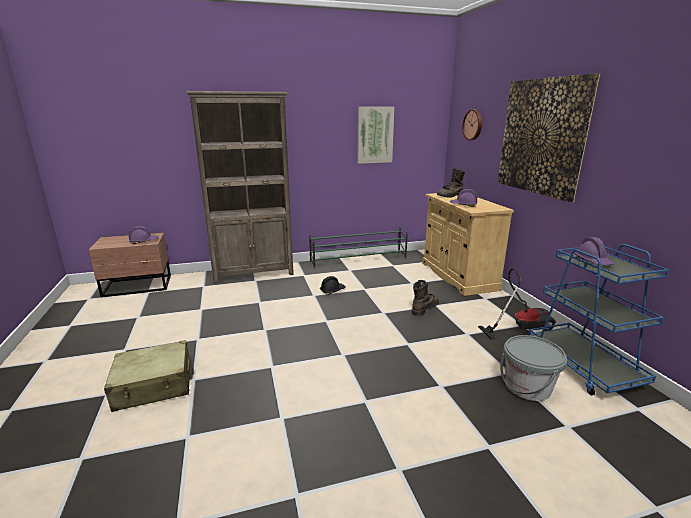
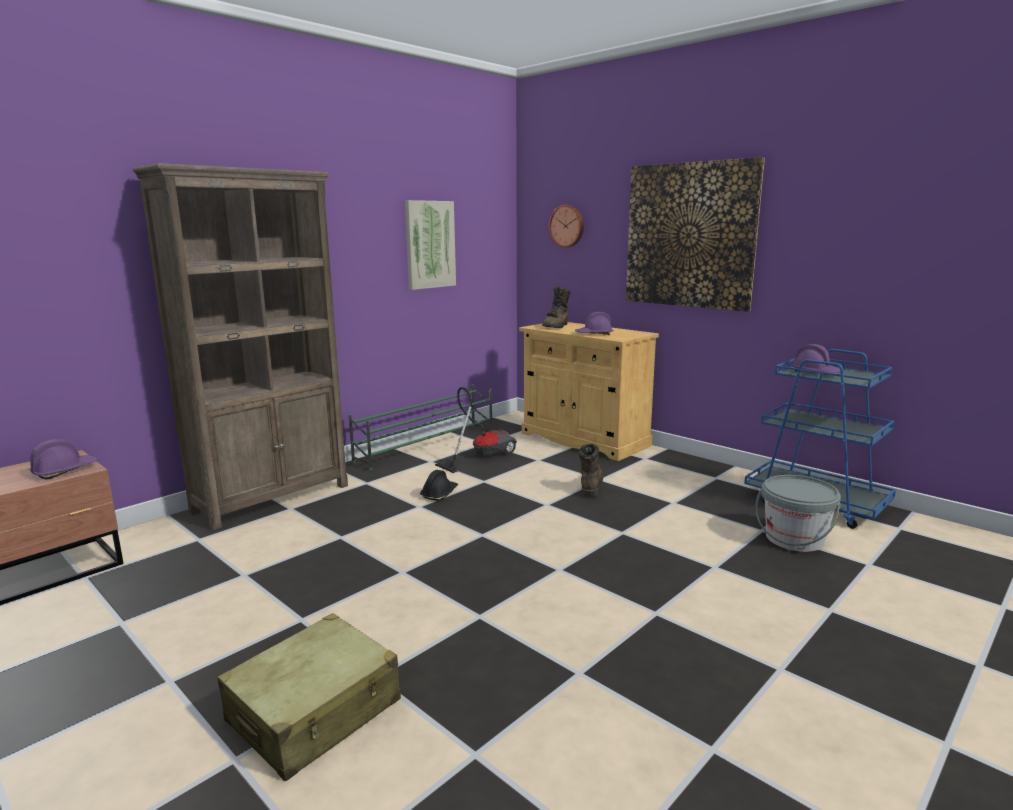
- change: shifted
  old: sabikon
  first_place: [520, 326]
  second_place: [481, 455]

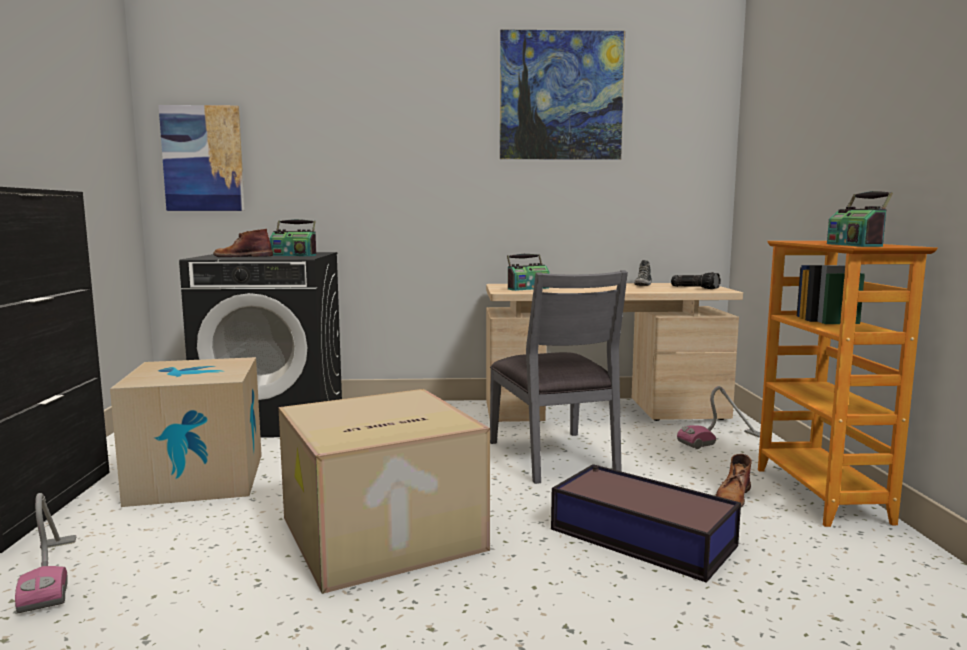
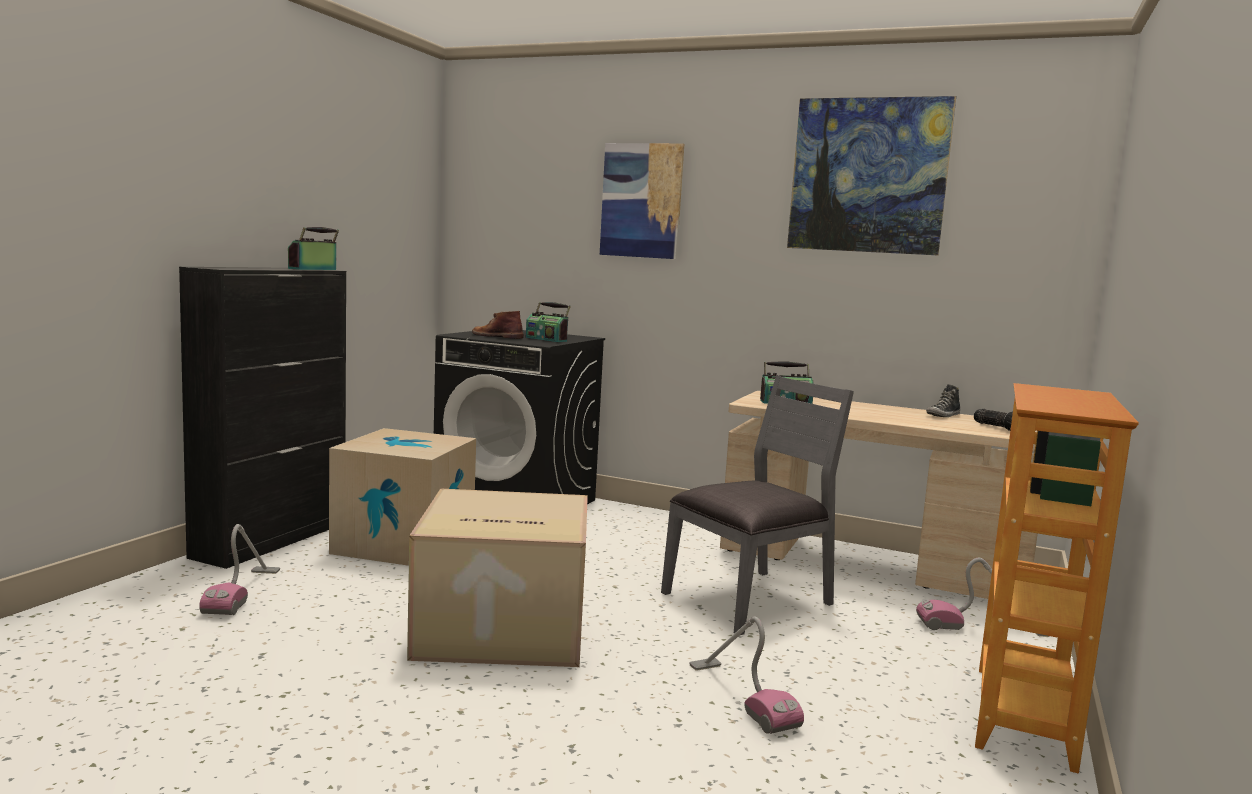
- change: shifted
  old: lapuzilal
  first_place: [855, 245]
  second_place: [313, 269]
- change: shifted
  old: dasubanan
  first_place: [203, 159]
  second_place: [641, 201]
- change: rotated
  old: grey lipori
  first_place: [554, 456]
  second_place: [750, 599]
  degrees: -135
- change: swapped
  old: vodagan
  new: sabikon
  first_place: [640, 536]
  second_place: [741, 696]
- change: gone
  old: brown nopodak
  first_place: [733, 497]

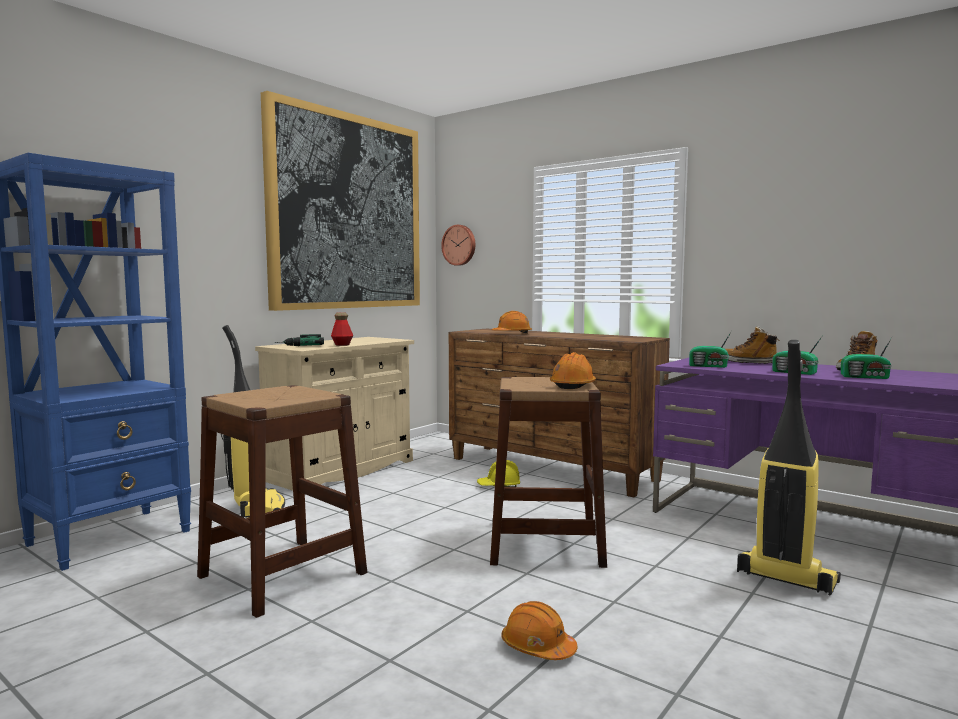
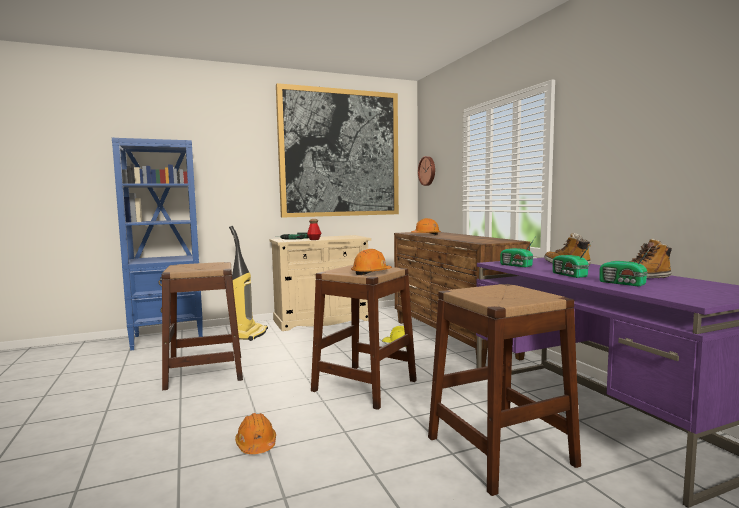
- change: swapped
  old: sabikon
  new: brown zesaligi
  first_place: [785, 578]
  second_place: [499, 450]

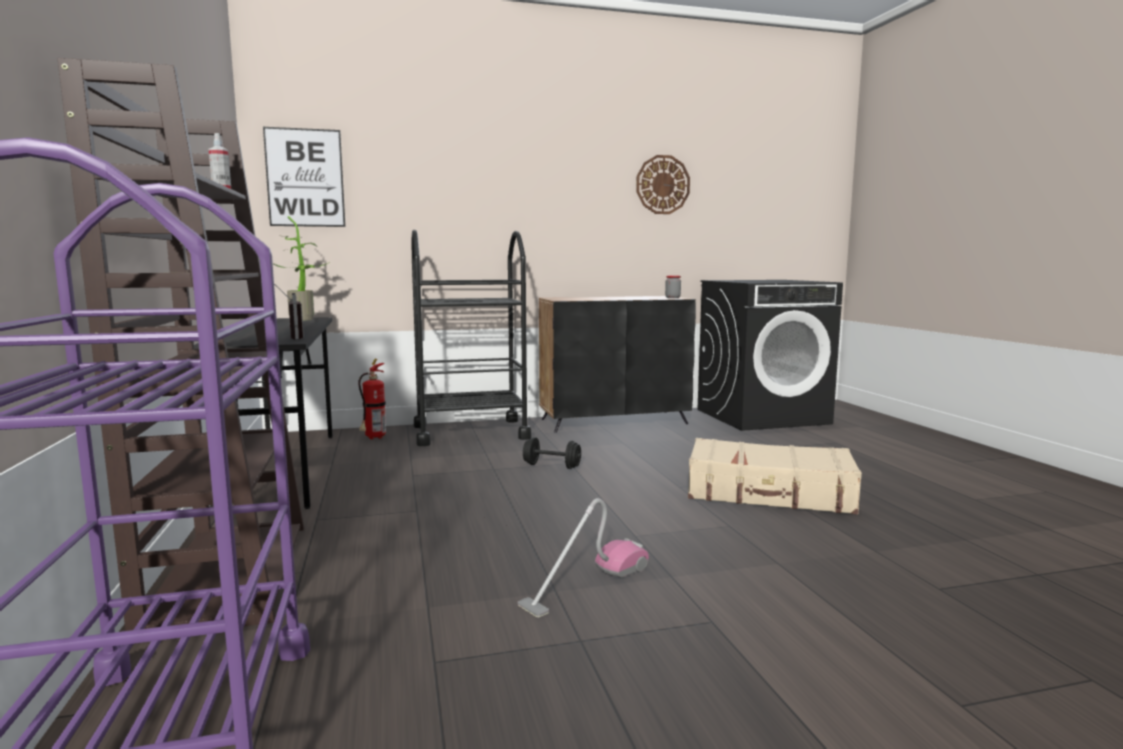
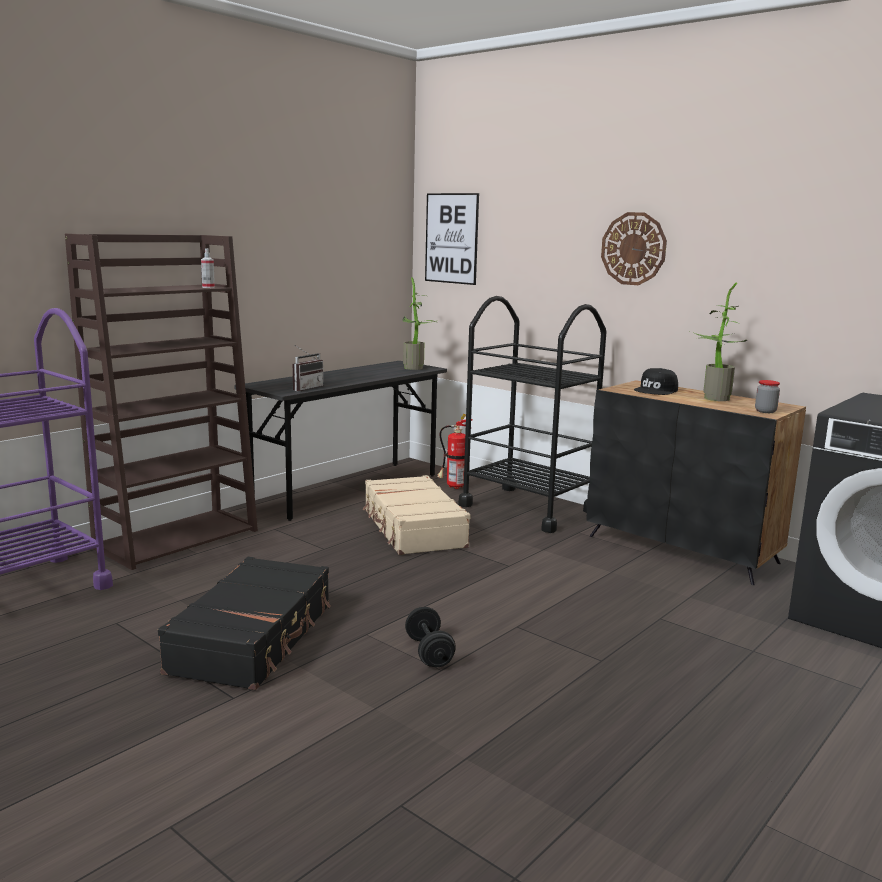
- change: swapped
  old: sabikon
  new: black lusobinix
  first_place: [586, 585]
  second_place: [254, 638]
- change: shifted
  old: beige lusobinix
  first_place: [769, 493]
  second_place: [413, 529]
- change: shifted
  old: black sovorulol
  first_place: [552, 466]
  second_place: [429, 652]
- change: shifted
  old: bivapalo
  first_place: [662, 185]
  second_place: [633, 248]
- change: new
  new: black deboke
  second_place: [656, 390]
- change: new
  new: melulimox
  second_place: [712, 398]

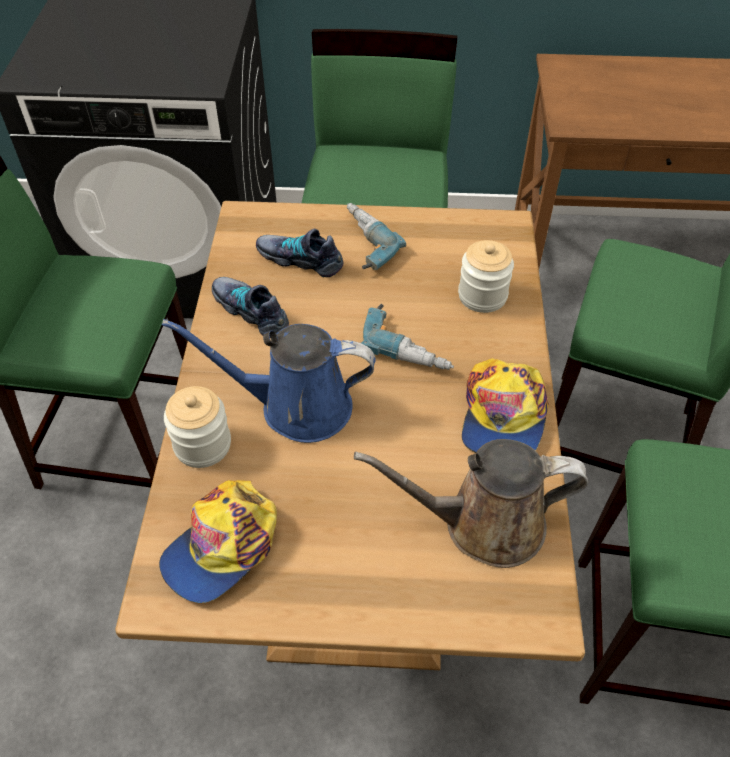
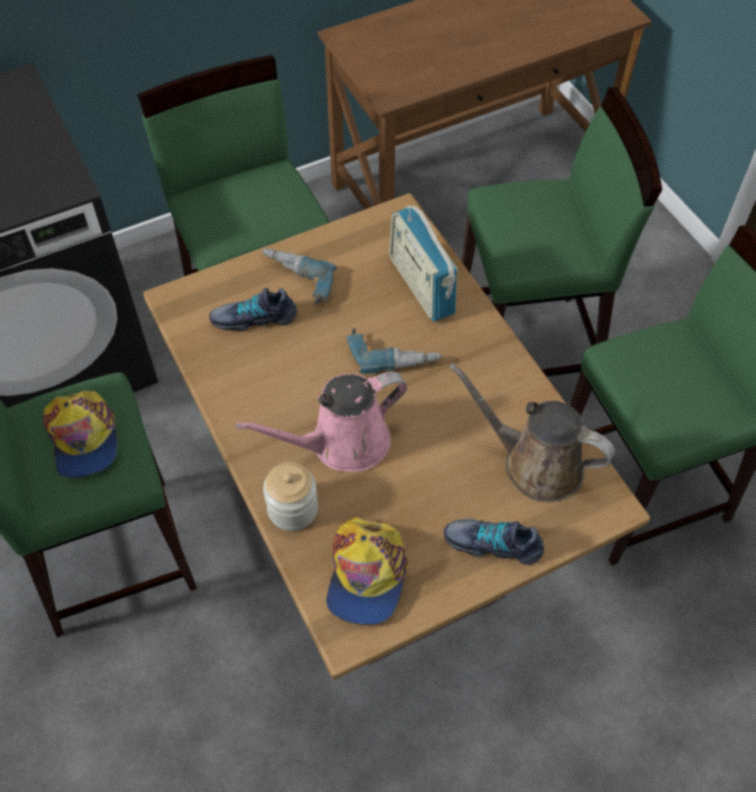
- change: shifted
  old: deboke
  first_place: [502, 416]
  second_place: [83, 438]
- change: repainted
  old: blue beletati
  new: pink beletati
  first_place: [296, 406]
  second_place: [342, 443]
- change: swapped
  old: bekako
  new: lapuzilal
  first_place: [482, 296]
  second_place: [421, 285]
- change: shifted
  old: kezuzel
  first_place: [251, 311]
  second_place: [493, 543]
- change: rotated
  old: brown beletati
  first_place: [483, 523]
  second_place: [535, 463]
  degrees: 60

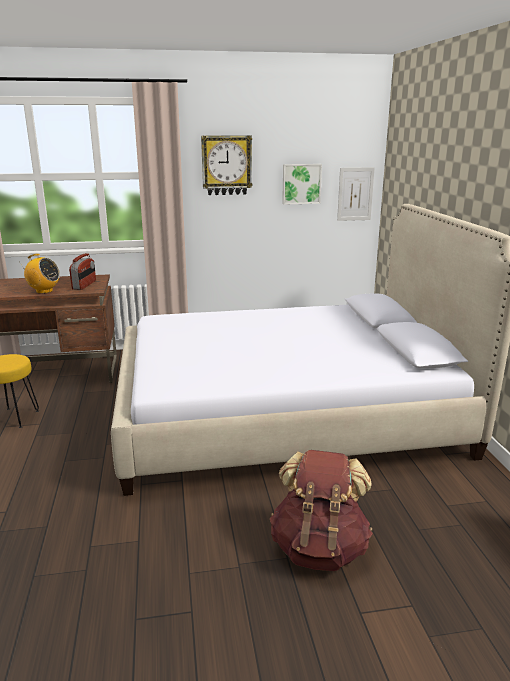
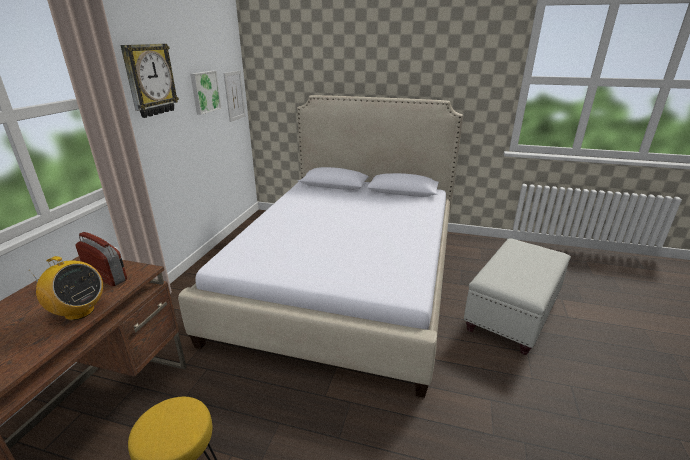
- change: rotated
  old: lapuzilal
  first_place: [44, 291]
  second_place: [79, 312]
  degrees: 75
- change: swapped
  old: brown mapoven
  new: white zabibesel
  first_place: [319, 548]
  second_place: [512, 313]

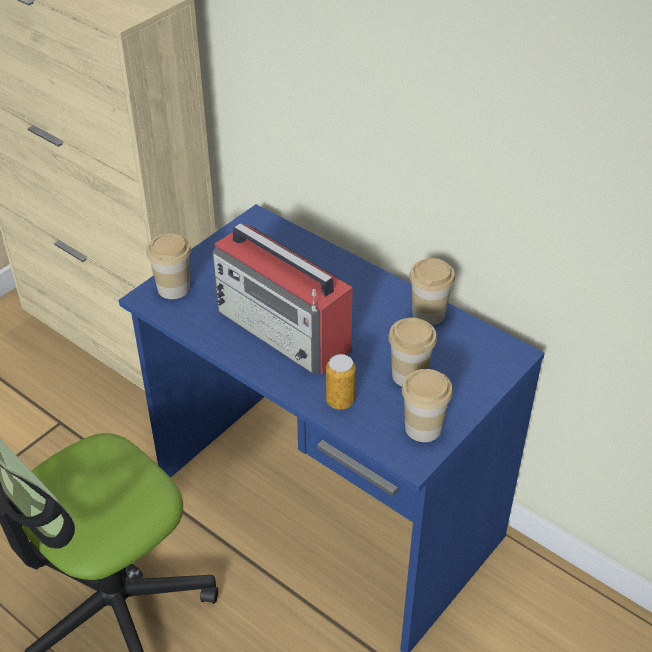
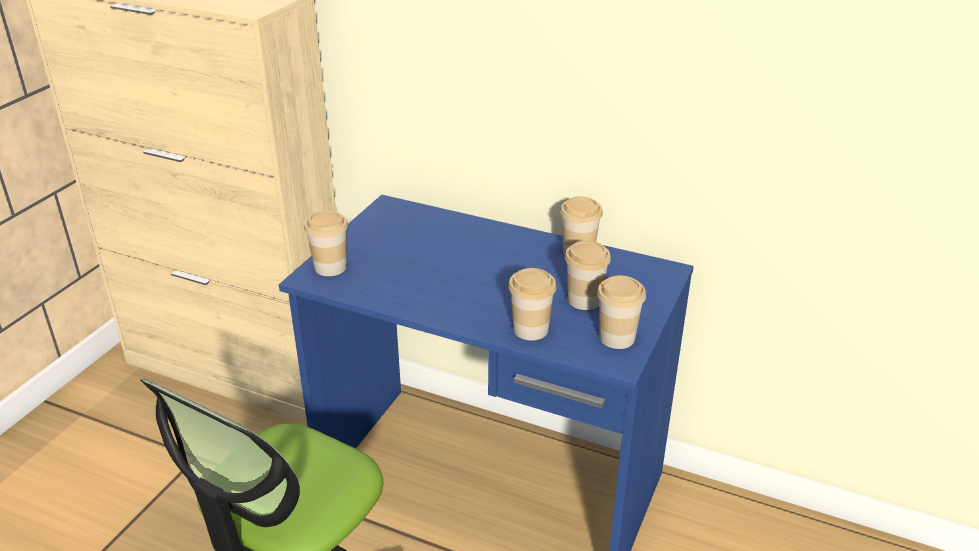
- change: swapped
  old: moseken
  new: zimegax
  first_place: [340, 401]
  second_place: [530, 329]
- change: gone
  old: lapuzilal
  first_place: [284, 330]

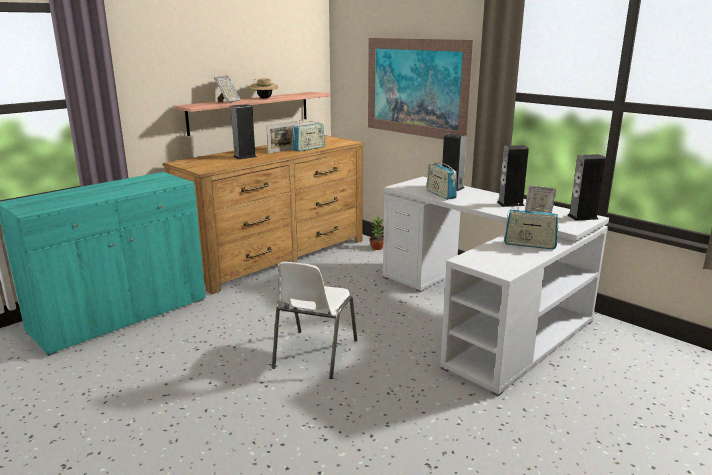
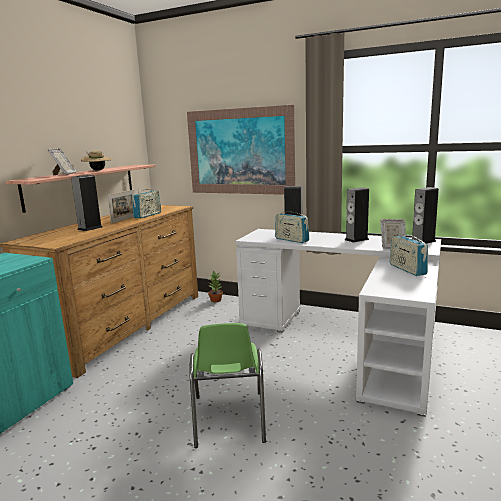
- change: repainted
  old: white lipori
  new: green lipori
  first_place: [314, 354]
  second_place: [228, 419]
- change: rotated
  old: lapuzilal
  first_place: [529, 245]
  second_place: [407, 269]
  degrees: 75

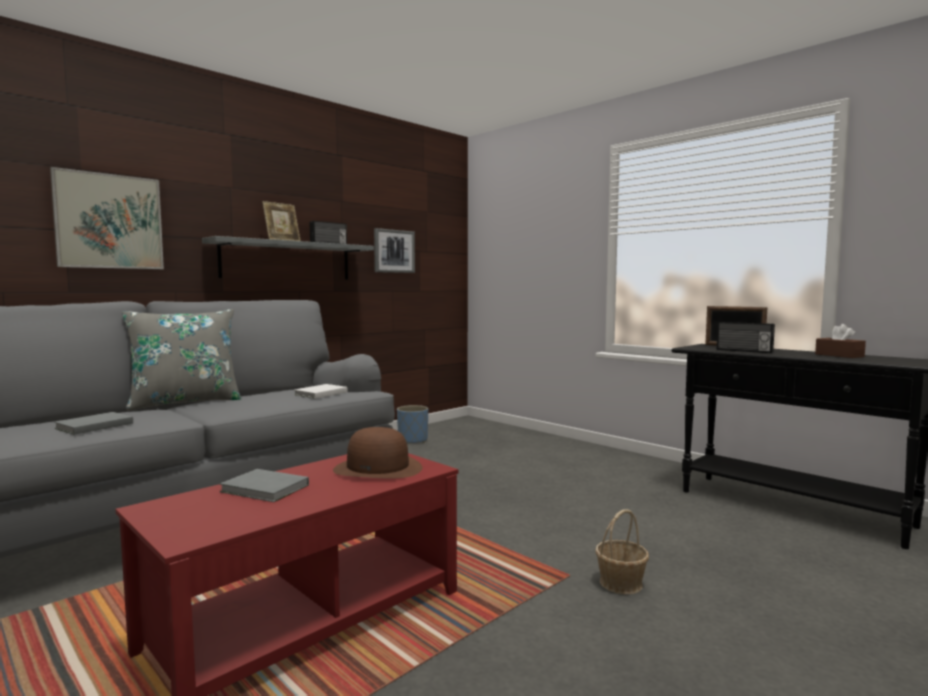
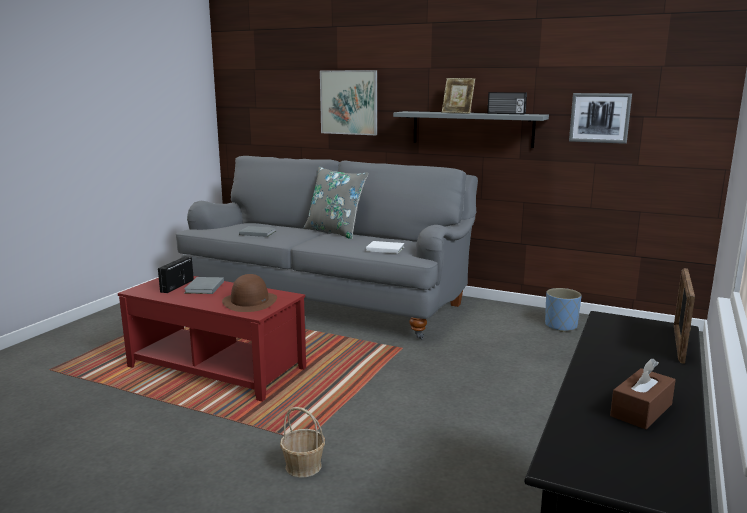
- change: shifted
  old: lapuzilal
  first_place: [744, 351]
  second_place: [176, 286]

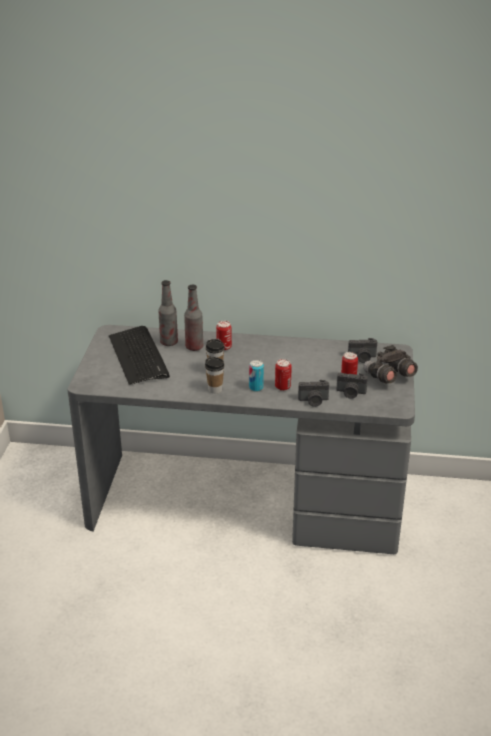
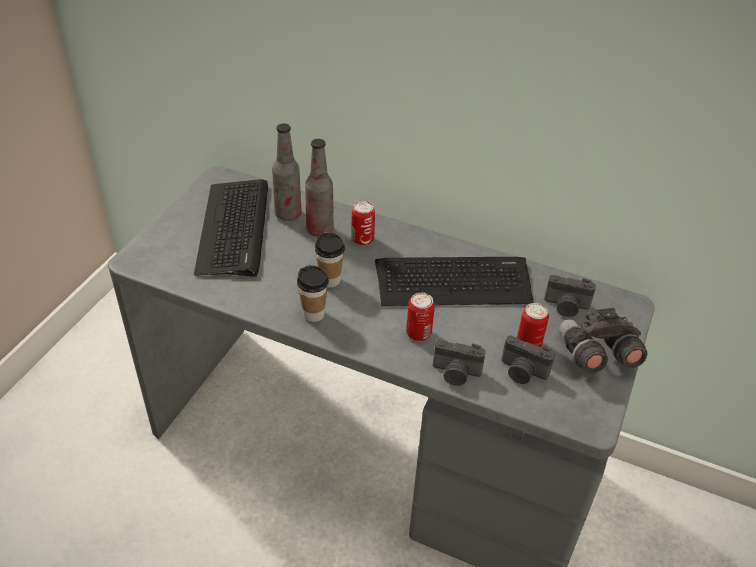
- change: new
  new: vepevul
  second_place: [453, 282]
- change: gone
  old: moseken
  first_place: [256, 388]

